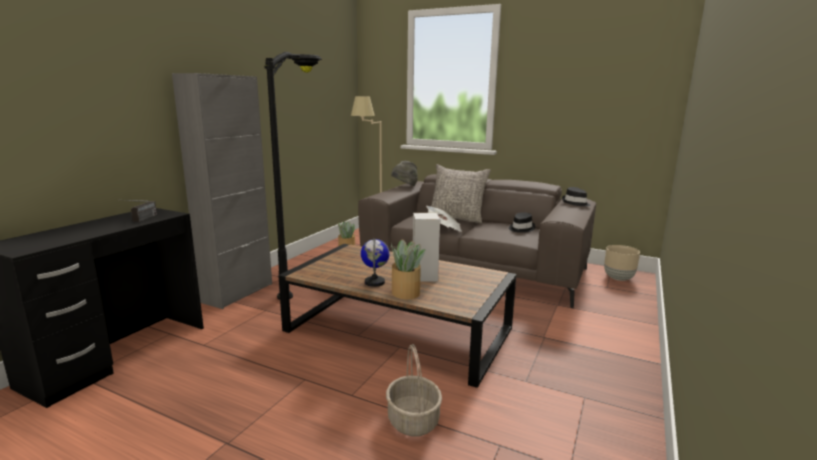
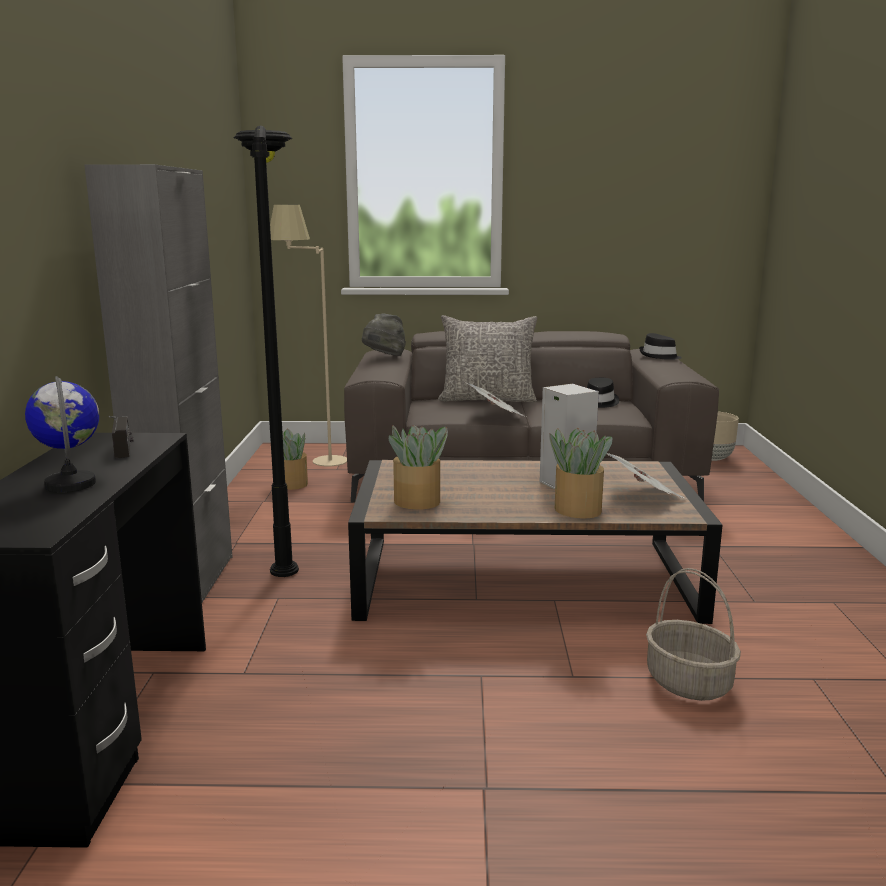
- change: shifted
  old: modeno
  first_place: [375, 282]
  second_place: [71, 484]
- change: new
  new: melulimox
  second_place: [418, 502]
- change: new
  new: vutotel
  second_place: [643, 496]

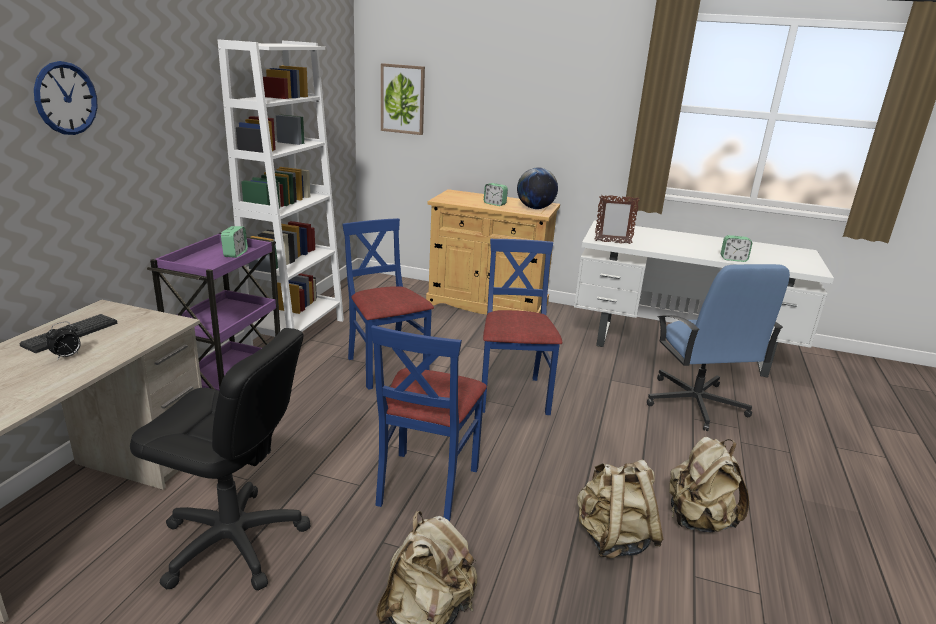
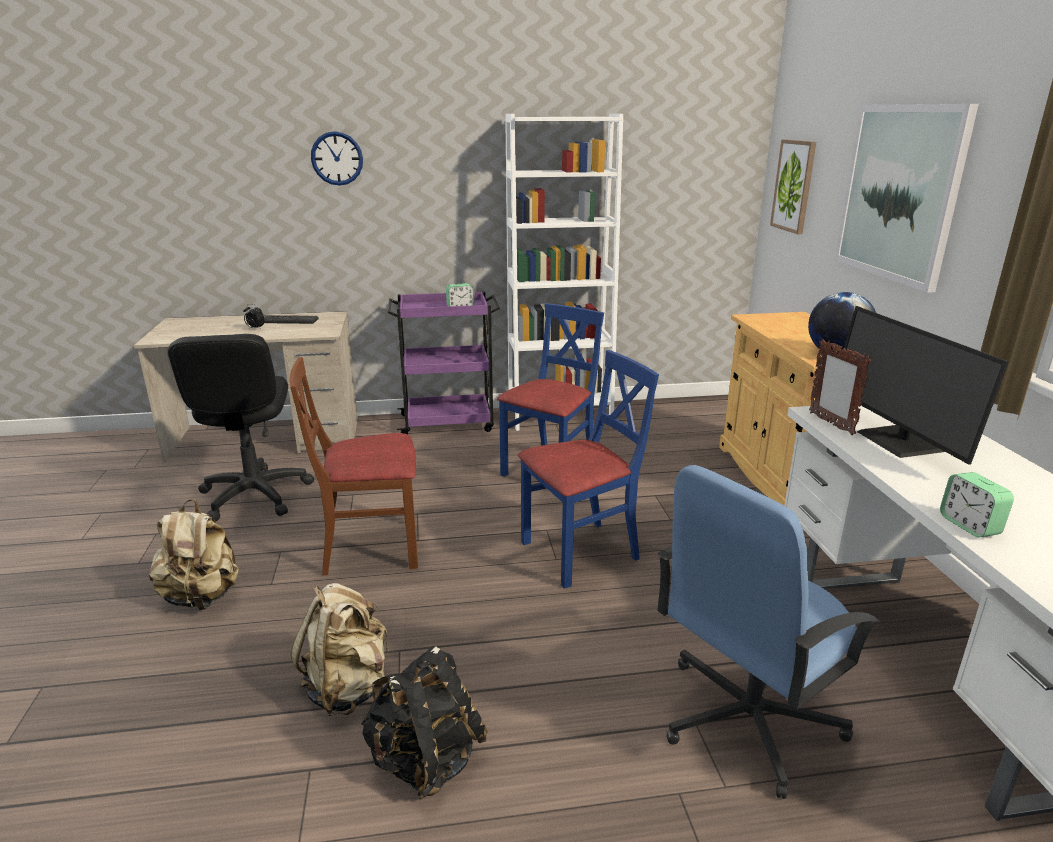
- change: repainted
  old: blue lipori
  new: brown lipori
  first_place: [426, 484]
  second_place: [370, 548]
- change: repainted
  old: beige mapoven
  new: black mapoven
  first_place: [698, 520]
  second_place: [425, 760]
- change: new
  new: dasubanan
  second_place: [899, 193]
- change: new
  new: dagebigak
  second_place: [901, 441]
- change: gone
  old: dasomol
  first_place: [494, 204]

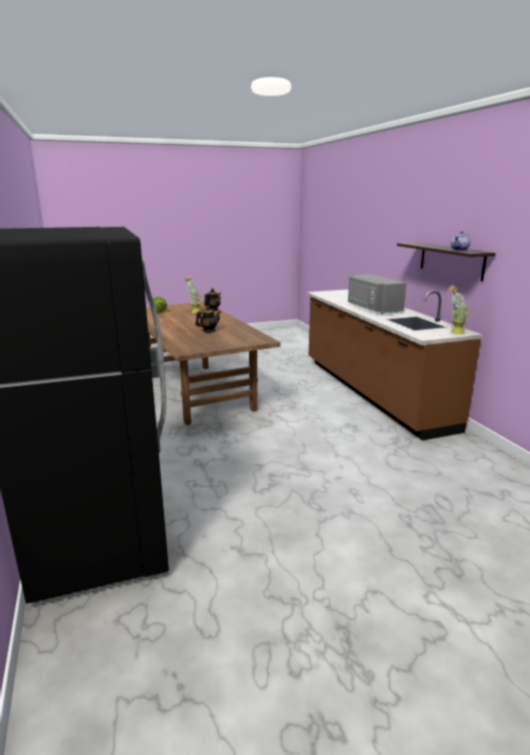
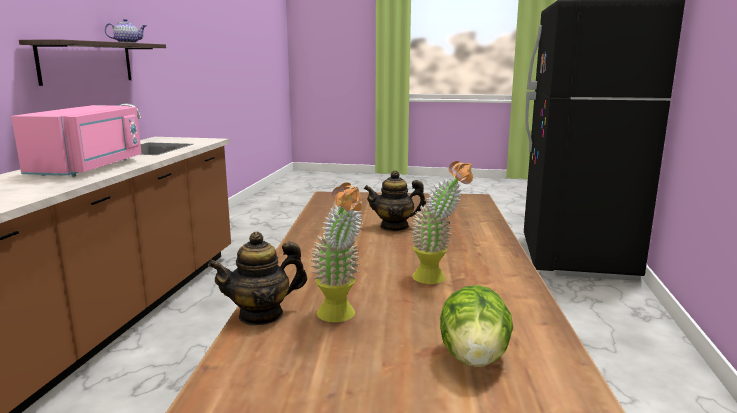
- change: repainted
  old: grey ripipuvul
  new: pink ripipuvul
  first_place: [372, 308]
  second_place: [90, 167]
- change: shifted
  old: melulimox
  first_place: [454, 332]
  second_place: [437, 279]

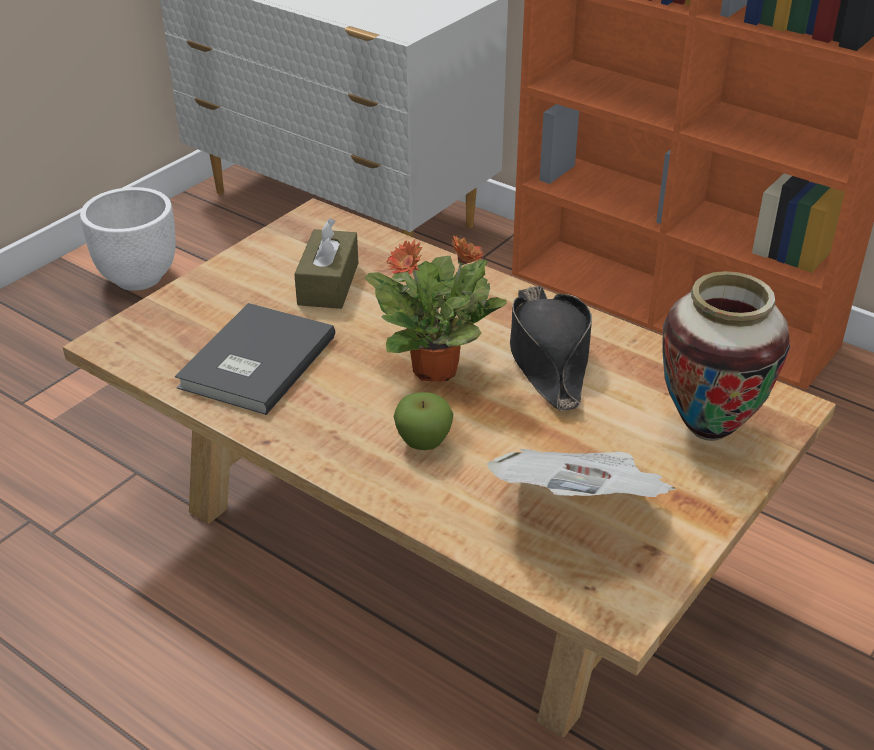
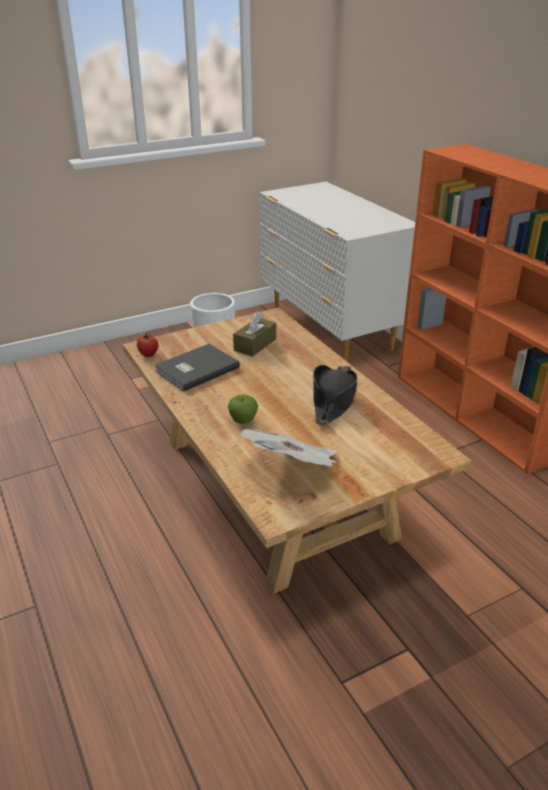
- change: new
  new: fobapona
  second_place: [148, 354]
- change: gone
  old: melulimox
  first_place: [437, 369]
- change: gone
  old: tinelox
  first_place: [708, 428]

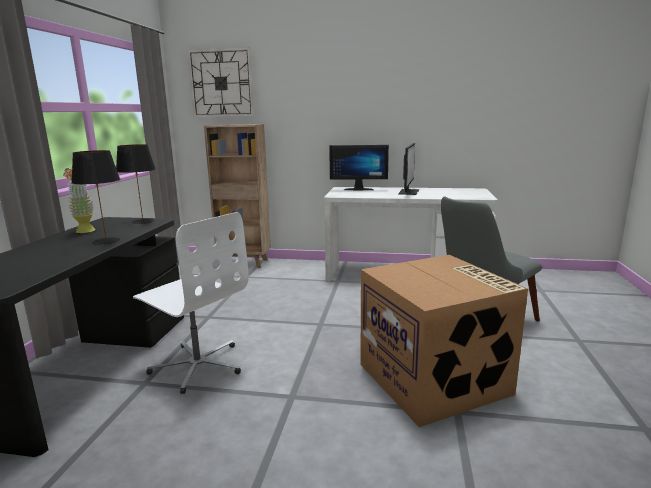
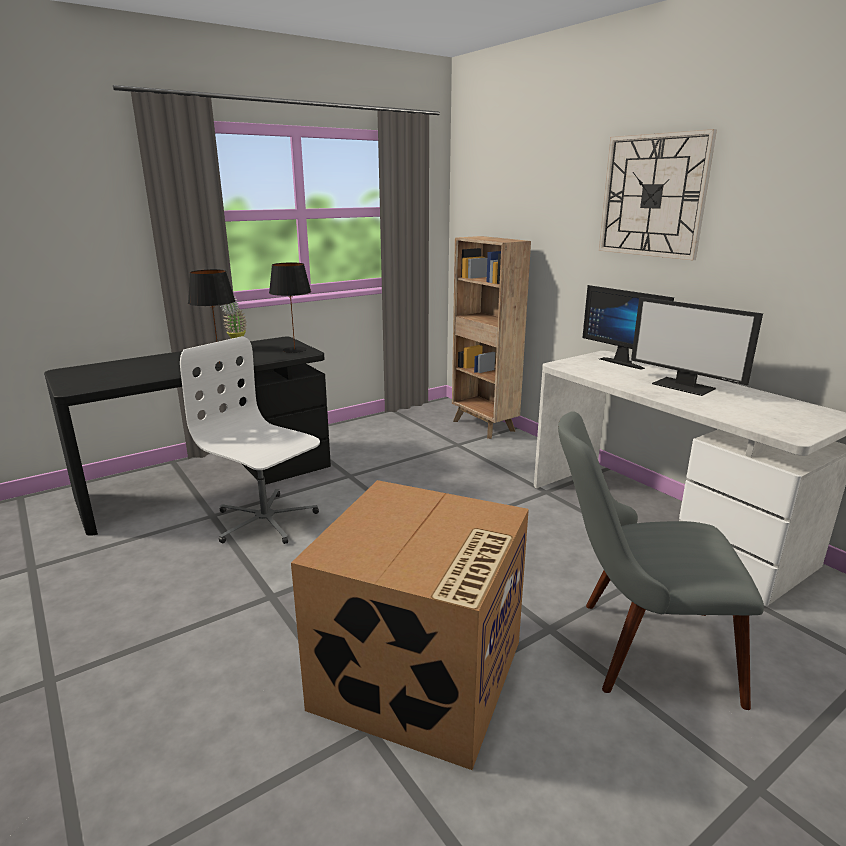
- change: rotated
  old: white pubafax
  first_place: [198, 365]
  second_place: [265, 521]
  degrees: 135
- change: shifted
  old: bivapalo
  first_place: [221, 83]
  second_place: [653, 196]
- change: rotated
  old: dagebigak
  first_place: [408, 192]
  second_place: [684, 386]
  degrees: 75

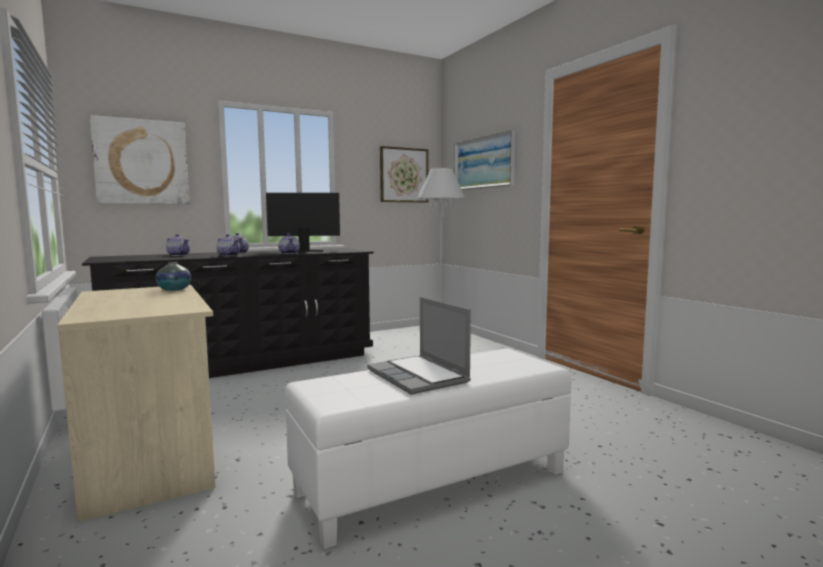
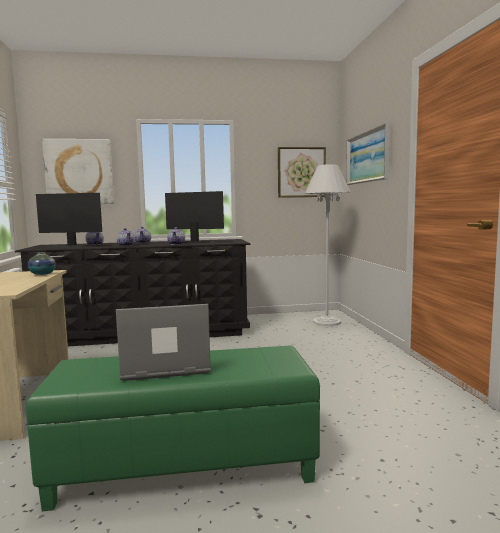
- change: repainted
  old: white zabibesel
  new: green zabibesel
  first_place: [433, 483]
  second_place: [183, 468]
- change: new
  new: dagebigak
  second_place: [69, 247]
- change: rotated
  old: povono
  first_place: [419, 376]
  second_place: [165, 366]
  degrees: 90

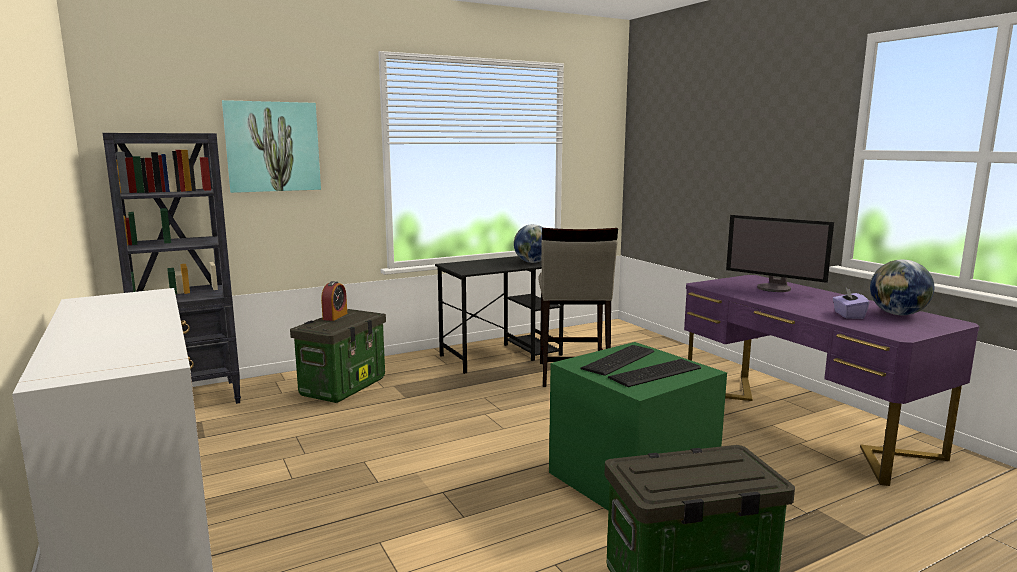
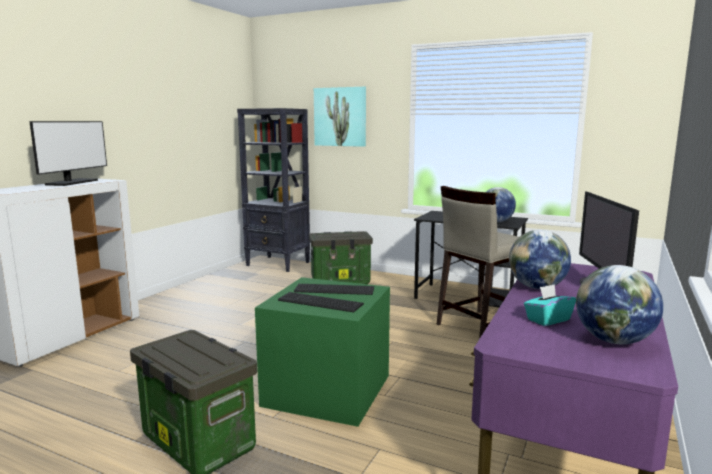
- change: new
  new: dagebigak
  second_place: [72, 182]
- change: new
  new: modeno
  second_place: [537, 287]
- change: repainted
  old: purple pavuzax
  new: turquoise pavuzax
  first_place: [848, 315]
  second_place: [547, 320]
- change: gone
  old: dasomol
  first_place: [335, 316]

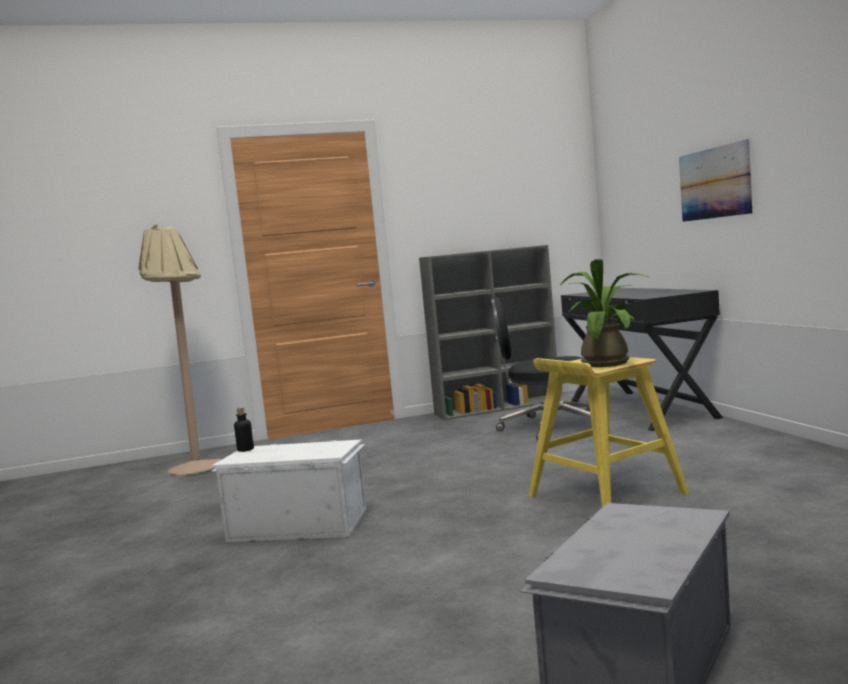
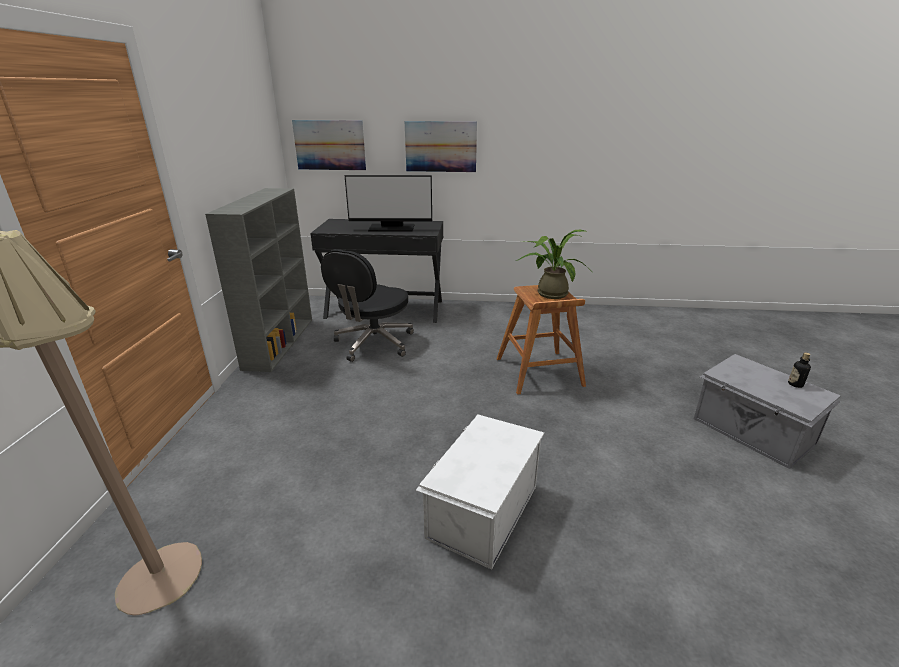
- change: new
  new: dasubanan
  second_place: [329, 145]
- change: new
  new: dagebigak
  second_place: [391, 228]
- change: repainted
  old: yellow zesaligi
  new: brown zesaligi
  first_place: [605, 495]
  second_place: [539, 372]
- change: shifted
  old: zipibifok
  first_place: [245, 449]
  second_place: [795, 384]

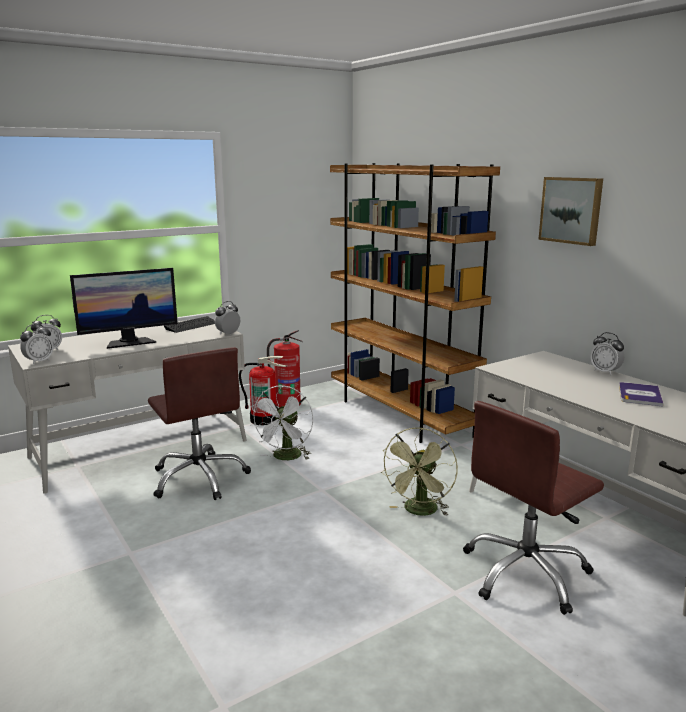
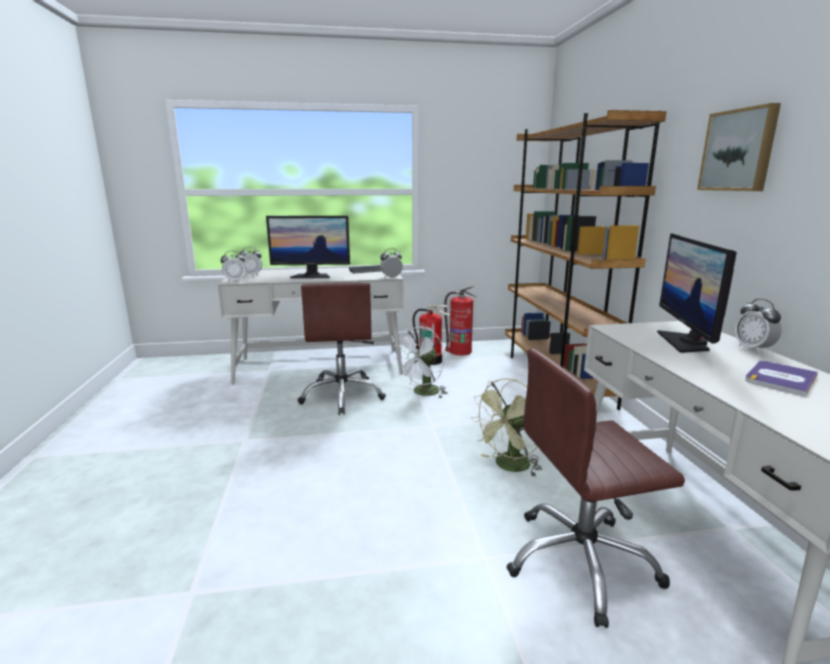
- change: new
  new: dagebigak
  second_place: [685, 342]

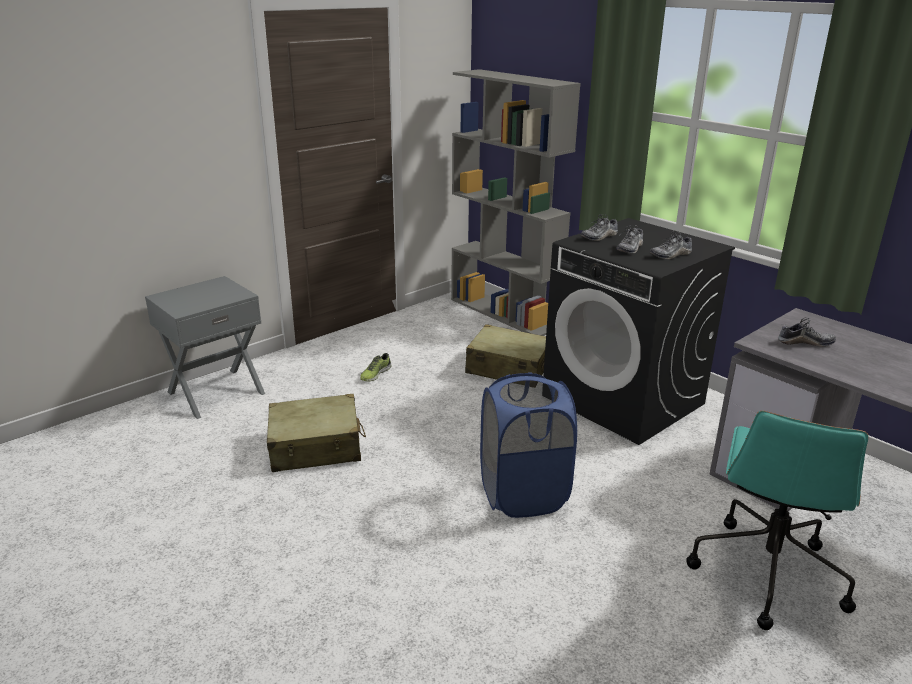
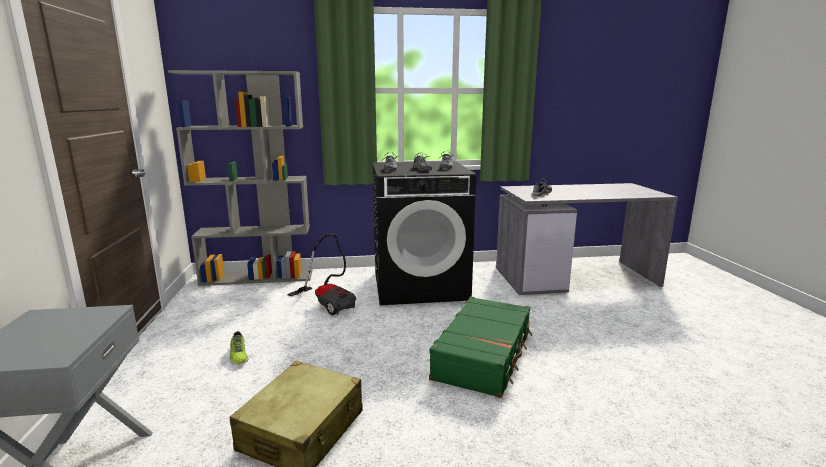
- change: swapped
  old: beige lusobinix
  new: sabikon
  first_place: [508, 368]
  second_place: [328, 303]
- change: swapped
  old: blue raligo
  new: green lusobinix
  first_place: [523, 494]
  second_place: [484, 355]
- change: gone
  old: turquoise pubafax
  first_place: [766, 572]

